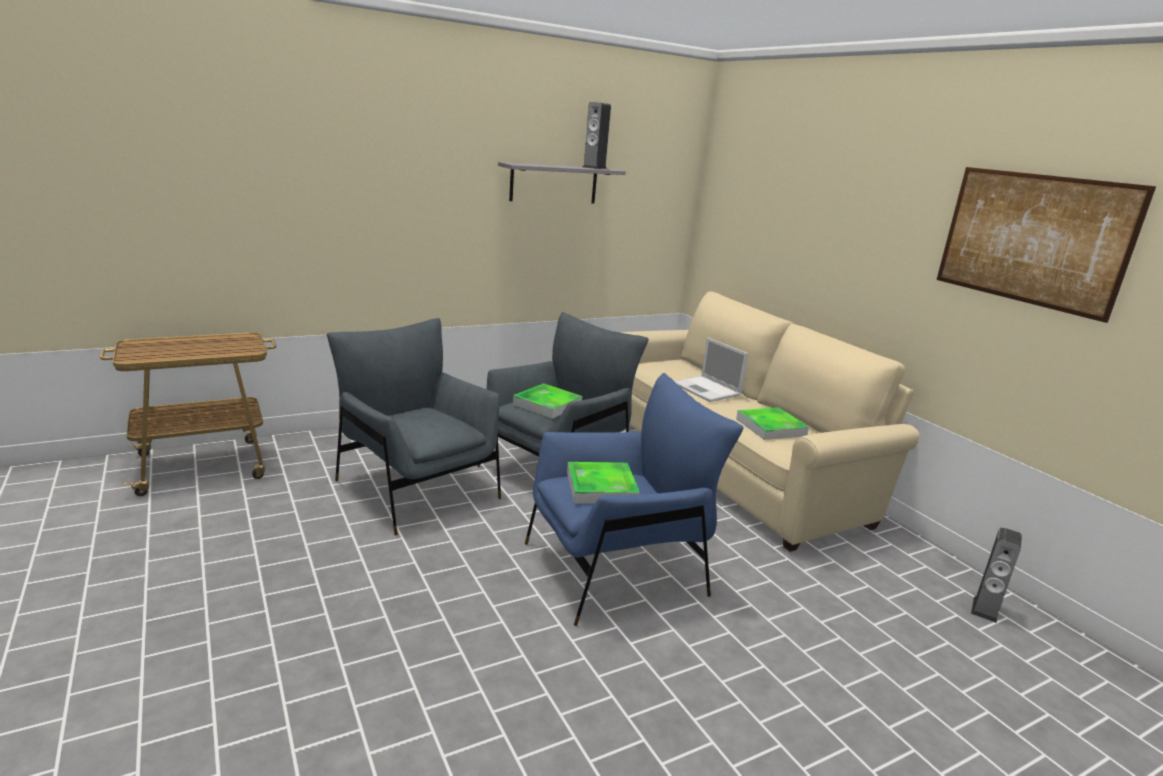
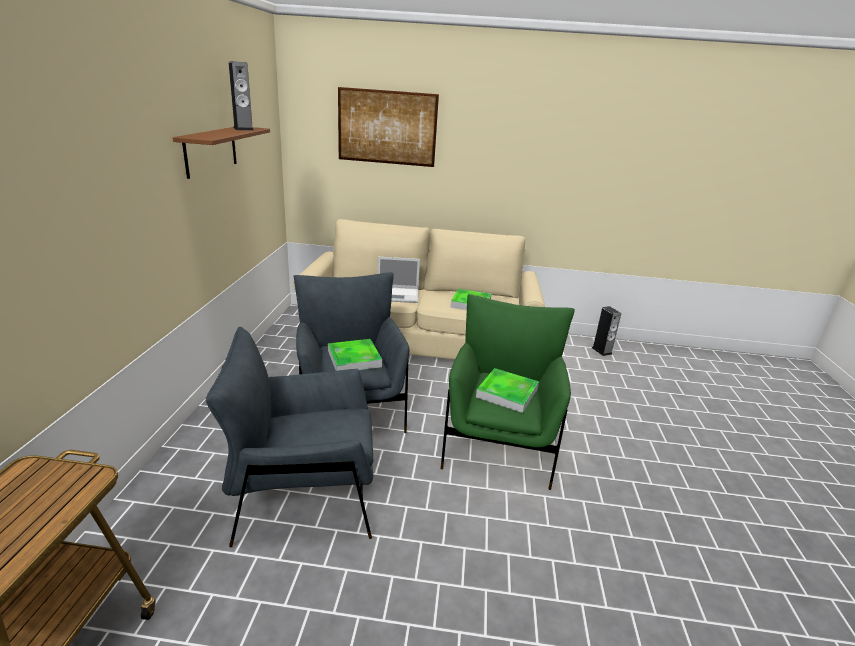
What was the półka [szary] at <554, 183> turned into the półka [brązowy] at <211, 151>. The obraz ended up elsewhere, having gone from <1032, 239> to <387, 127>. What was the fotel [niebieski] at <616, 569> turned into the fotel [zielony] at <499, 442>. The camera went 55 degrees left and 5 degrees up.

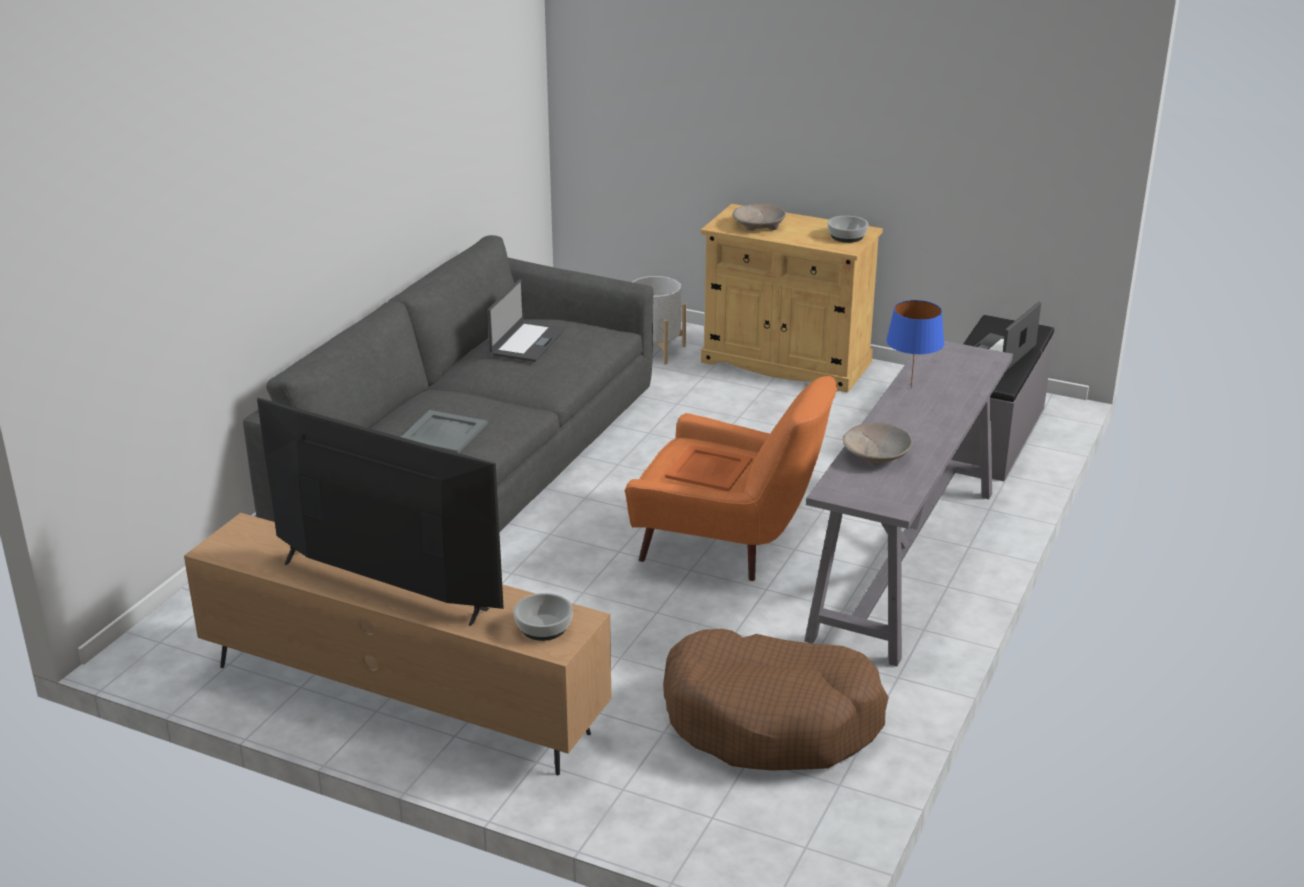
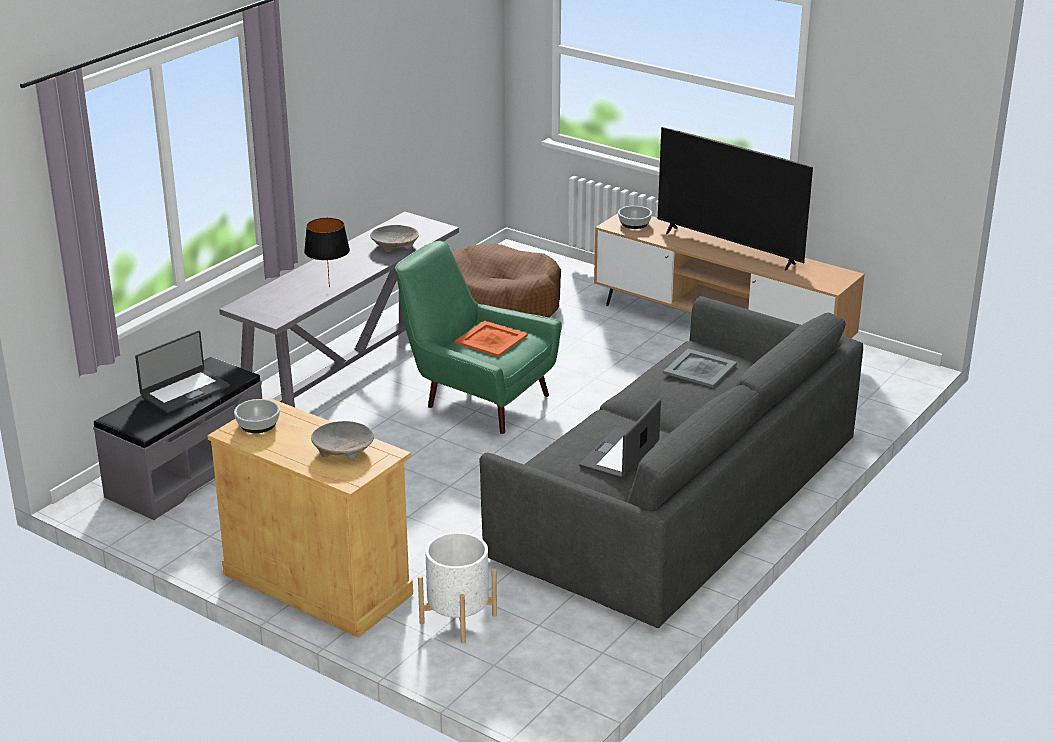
What was the lampa stołowa [niebieski] at <910, 388> turned into the lampa stołowa [czarny] at <329, 287>. What was the fotel [pomarańczowy] at <728, 547> turned into the fotel [zielony] at <476, 399>. The camera went 170 degrees left and 0 degrees up.

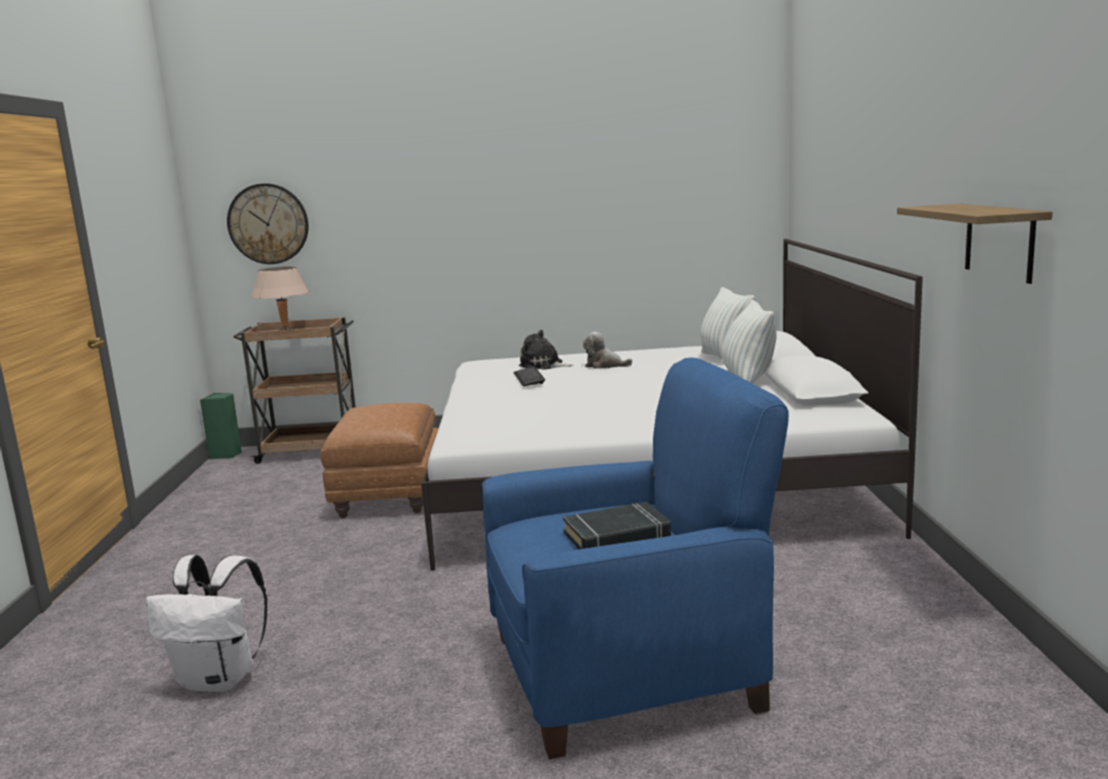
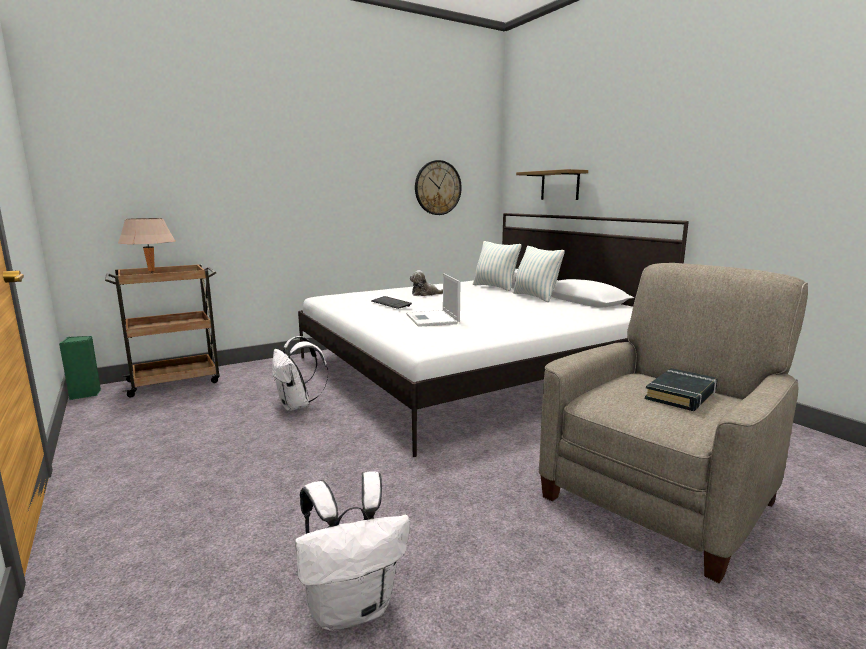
The zegar ścienny ended up elsewhere, having gone from <268, 224> to <437, 188>. The półka ended up elsewhere, having gone from <999, 241> to <560, 185>. The second view lost the pluszak at <543, 365>. What was the fotel [niebieski] at <627, 670> turned into the fotel [beżowy] at <659, 498>. Where the pufa [brązowy] stood at <389, 495>, the plecak [biały] came to stand at <297, 406>. The second view gained the laptop at <432, 319>. The camera went 30 degrees left and 0 degrees up.

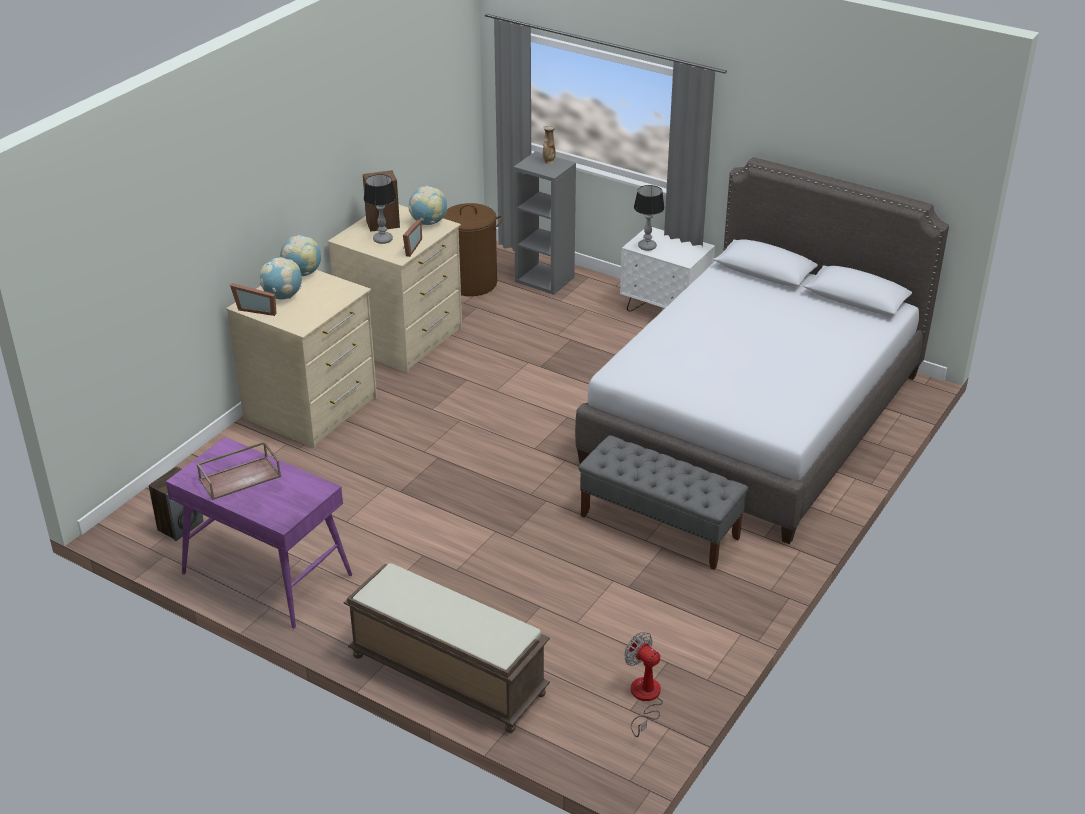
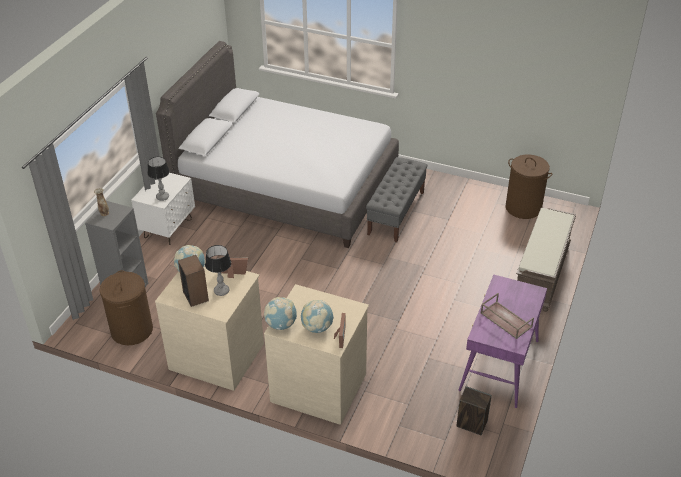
Where the wentylator stood at <644, 698>, the kosz na pranie [brązowy] came to stand at <523, 208>. The camera went 100 degrees left and 5 degrees up.

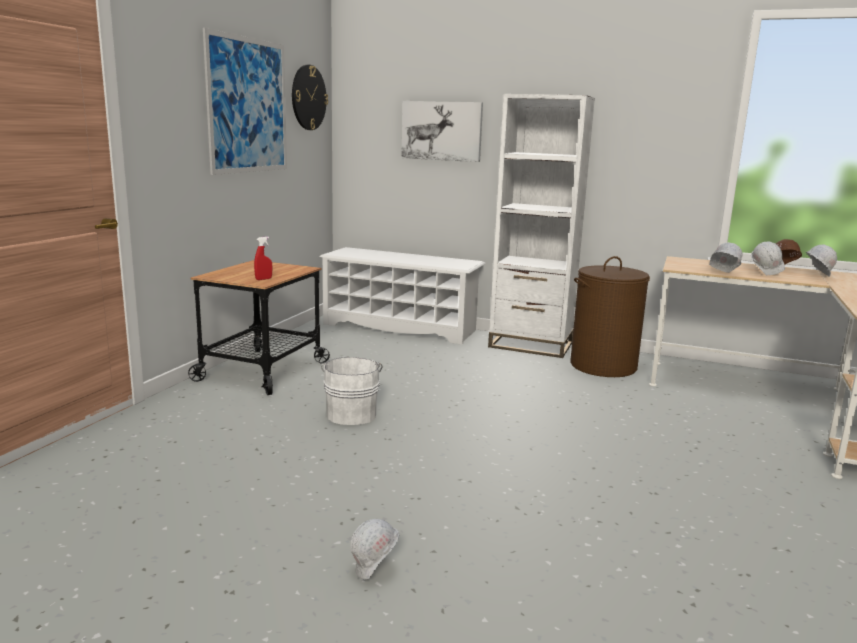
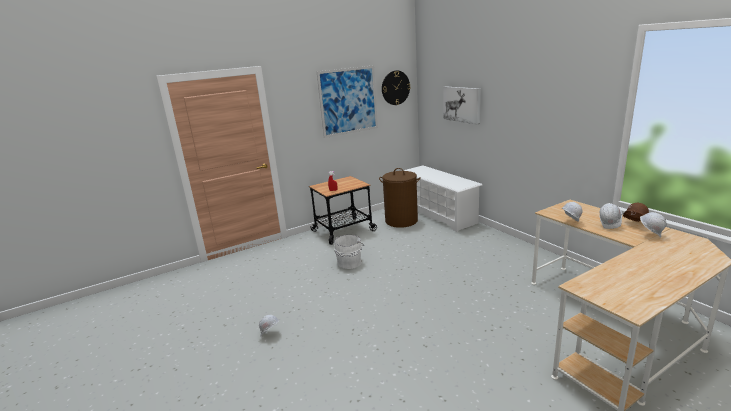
The second view lost the regał [biały] at <530, 345>. The kosz na pranie [brązowy] ended up elsewhere, having gone from <603, 366> to <401, 221>. The camera went 40 degrees right and 5 degrees up.

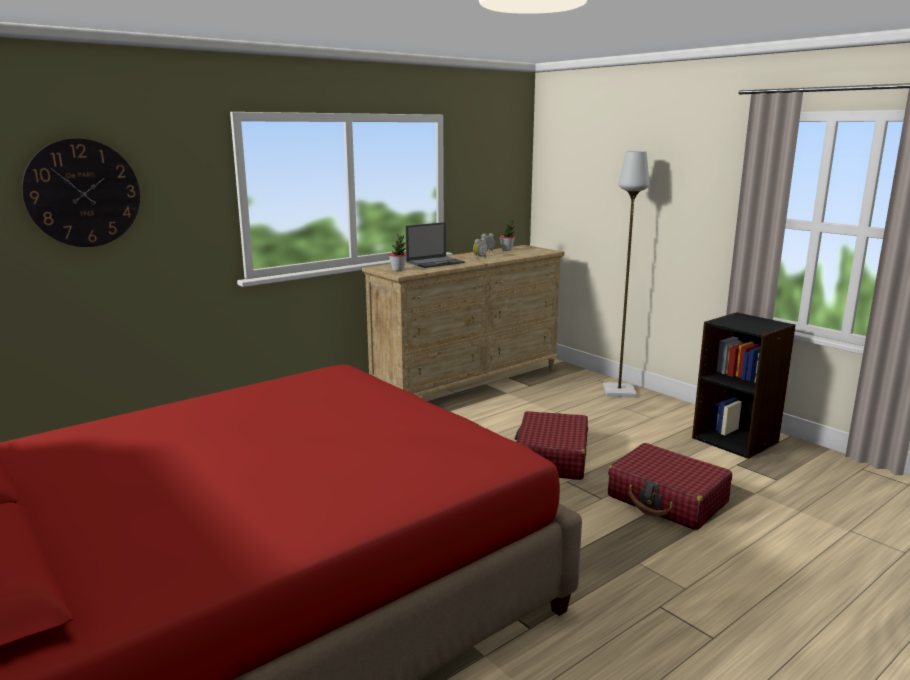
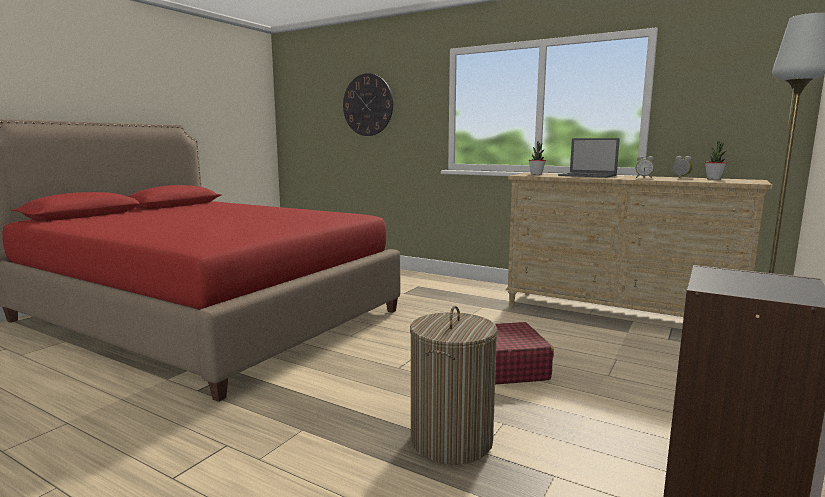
Where the walizka [czerwony] stood at <667, 500>, the kosz na pranie came to stand at <451, 440>. The camera went 70 degrees right and 5 degrees down.

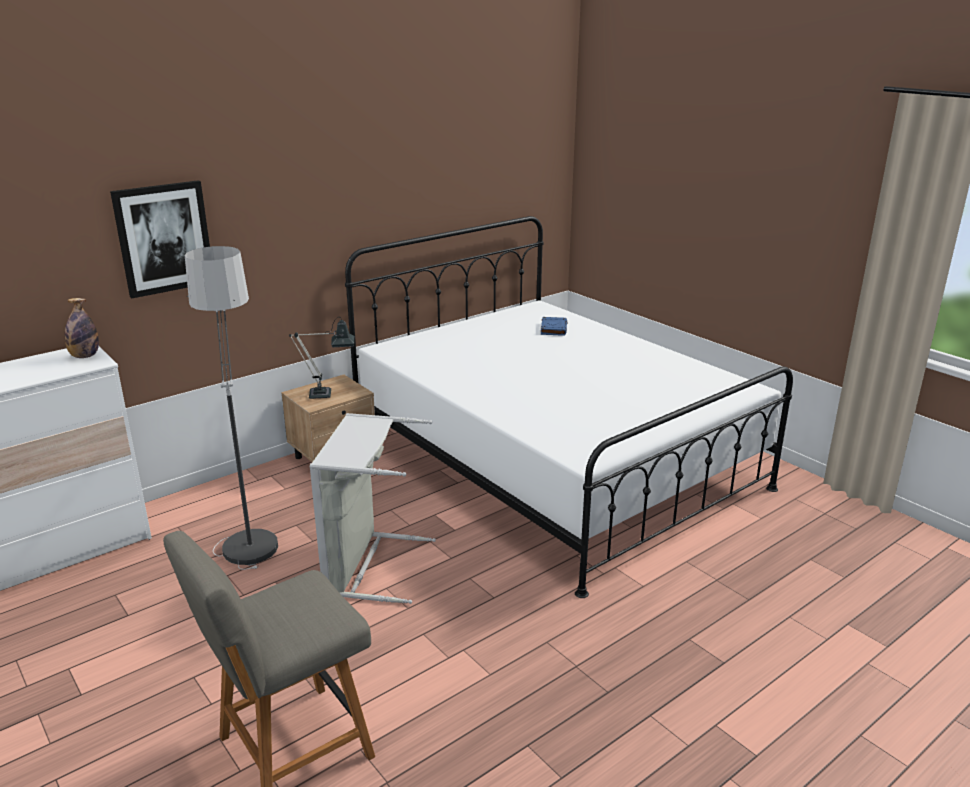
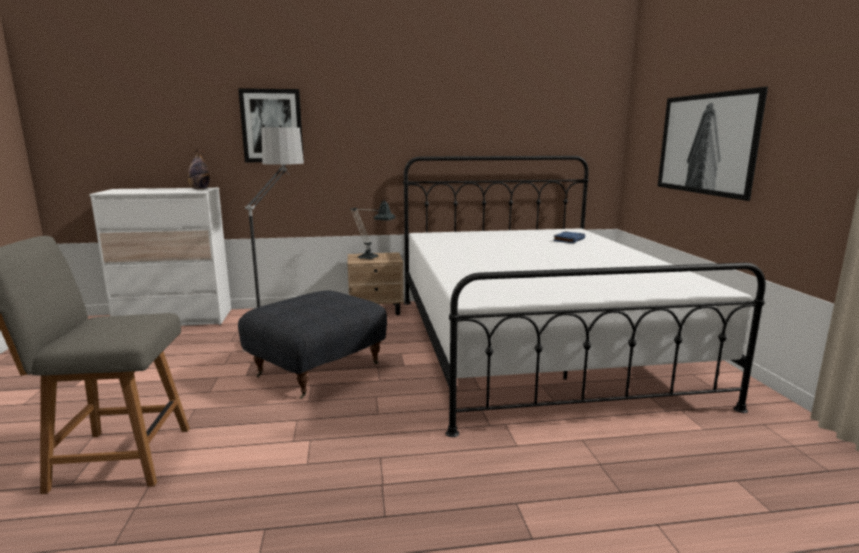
Where the kosz na pranie [szary] stood at <368, 566>, the pufa [szary] came to stand at <317, 369>. The second view gained the obraz at <706, 144>. The camera went 30 degrees right and 10 degrees down.

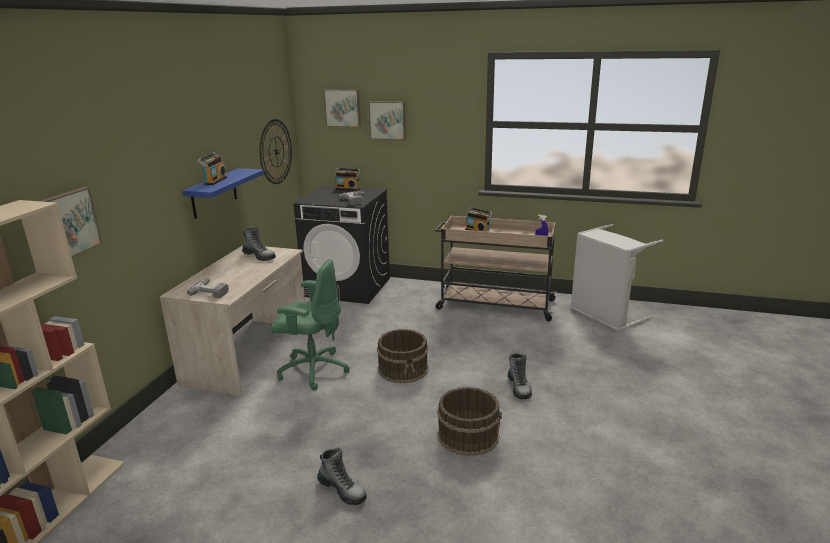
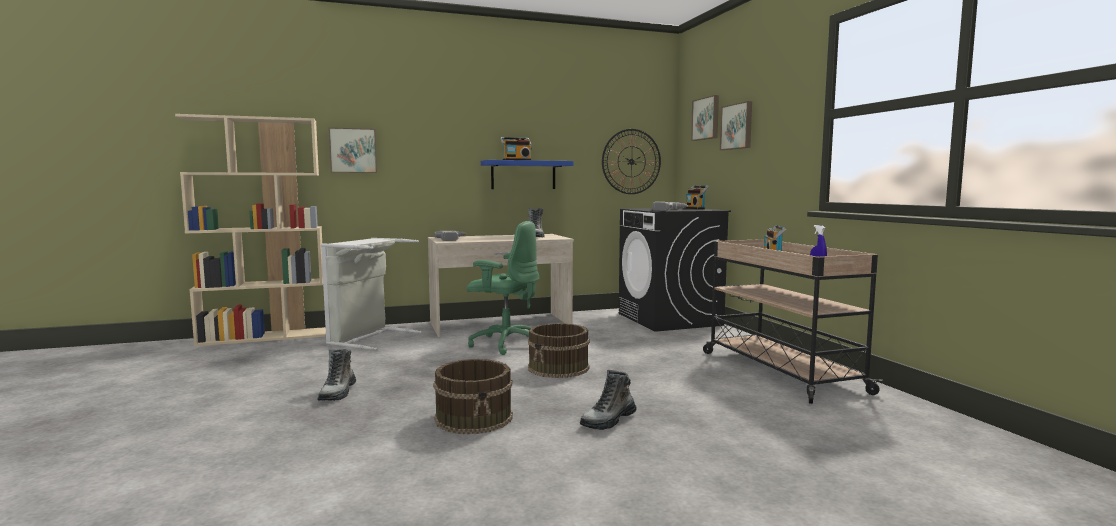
The kosz na pranie [szary] ended up elsewhere, having gone from <605, 315> to <368, 338>. The krzesło biurowe [zielony] at <313, 370> ended up facing another way, 45 degrees counterclockwise from before. The camera went 55 degrees right and 15 degrees down.

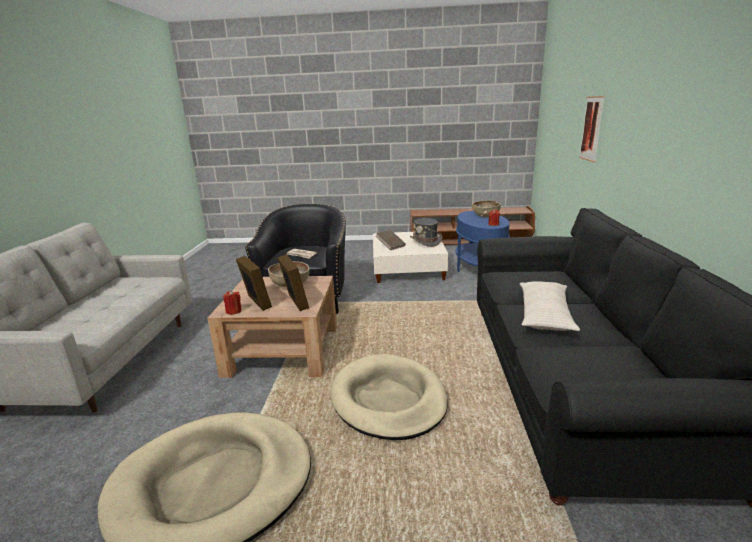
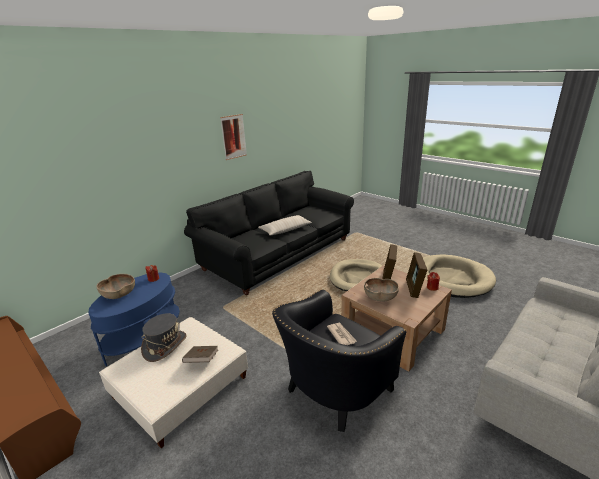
The obraz ended up elsewhere, having gone from <591, 129> to <233, 137>. The camera went 140 degrees left and 5 degrees up.

